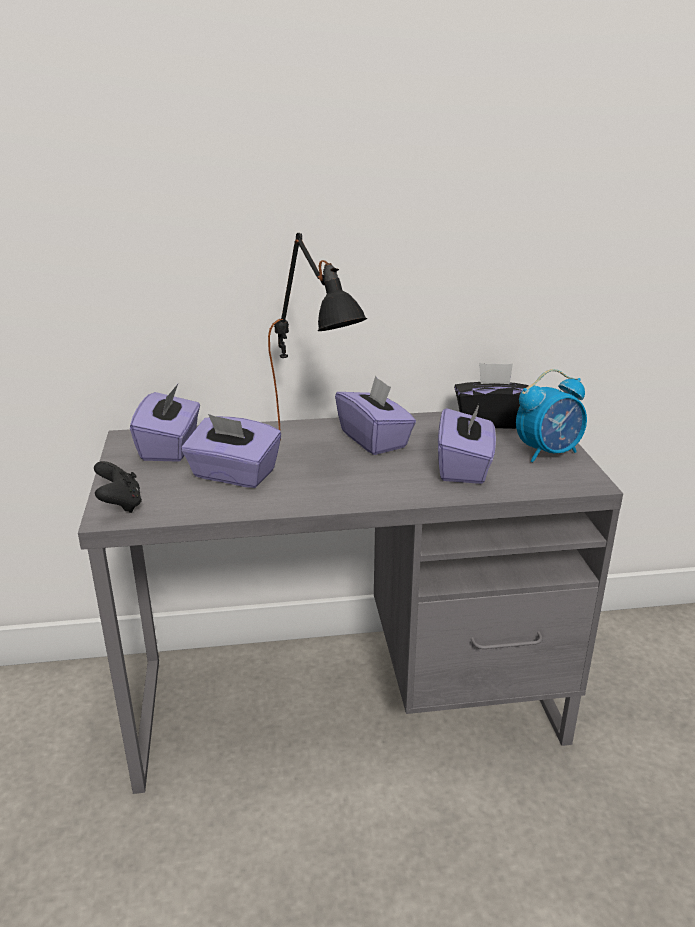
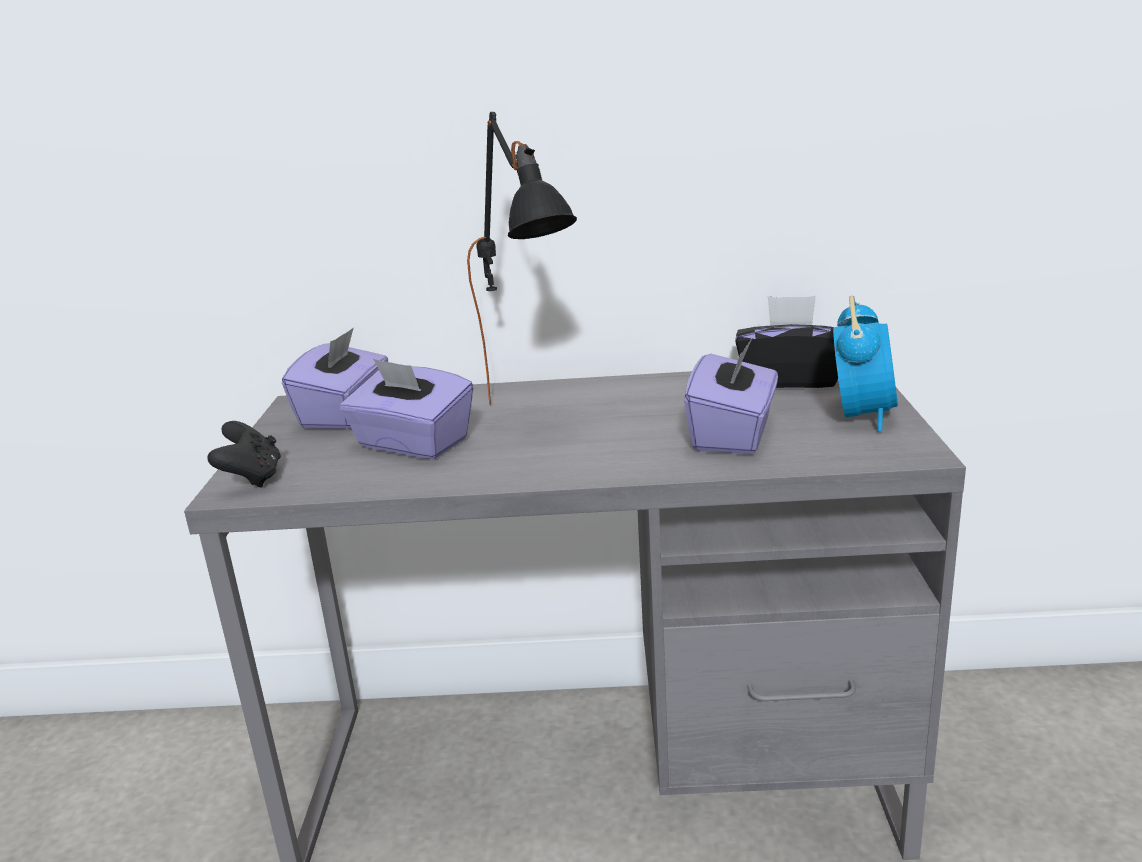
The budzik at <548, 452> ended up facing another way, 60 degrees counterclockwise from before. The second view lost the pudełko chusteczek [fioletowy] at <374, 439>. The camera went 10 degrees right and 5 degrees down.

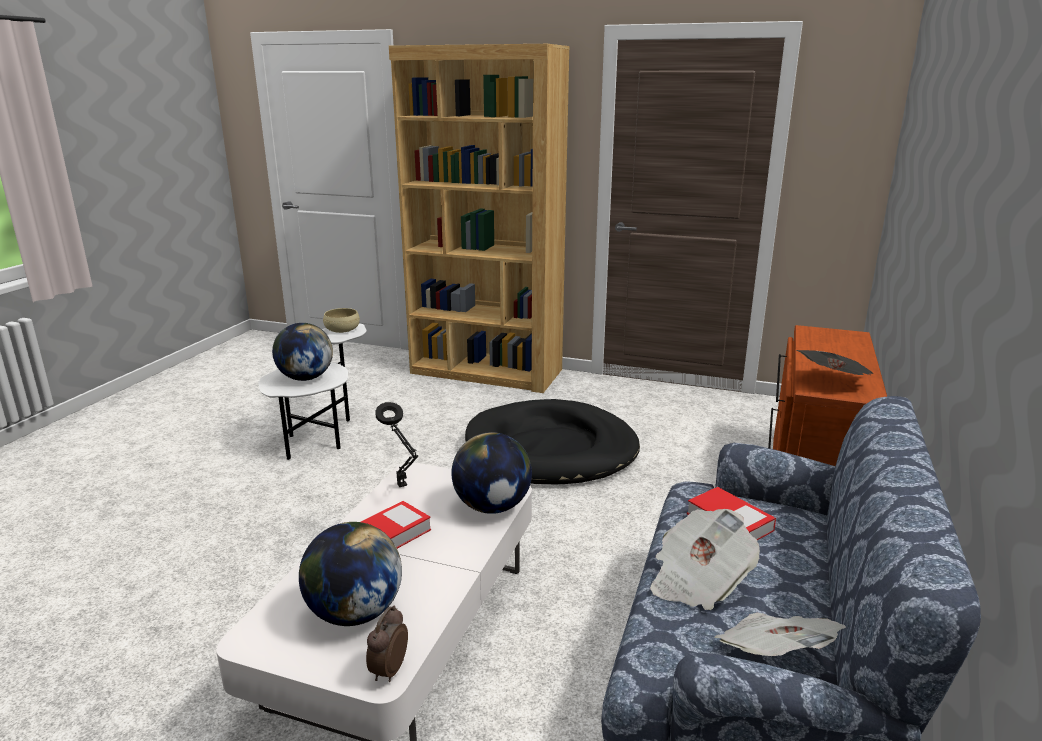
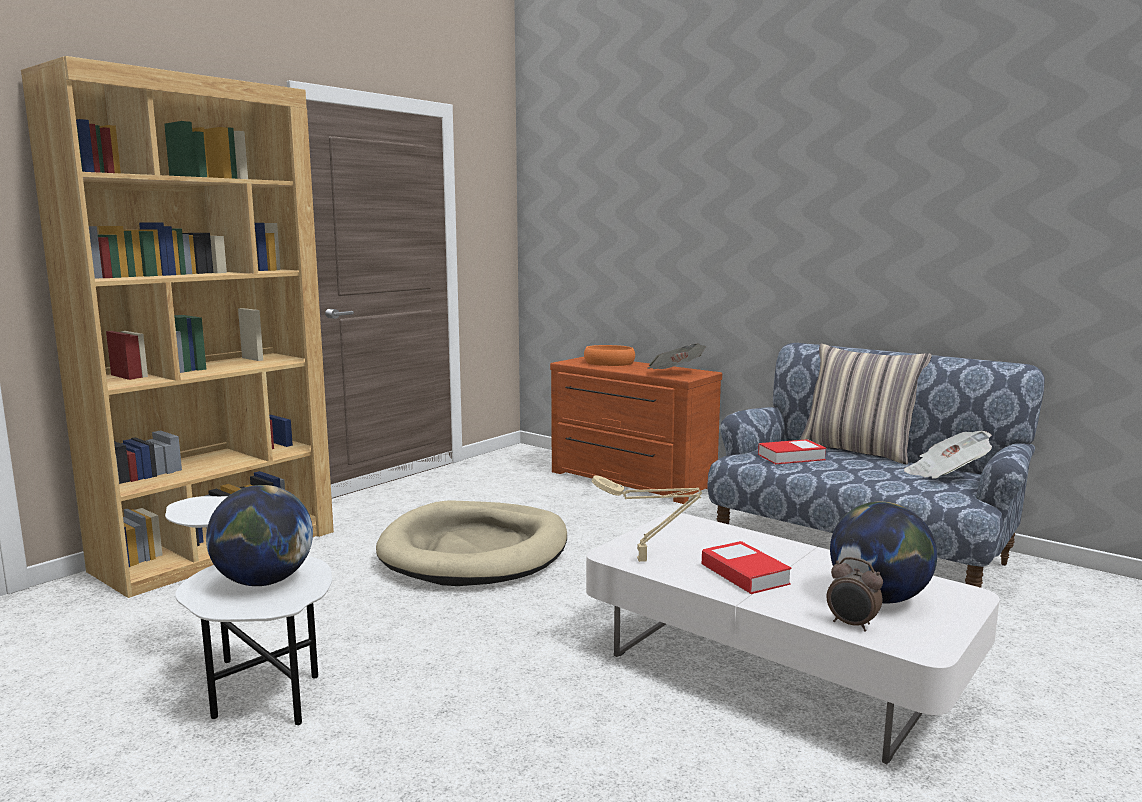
The second view lost the miska [beżowy] at <342, 329>. What was the legowisko [czarny] at <551, 449> turned into the legowisko [beżowy] at <475, 550>. What was the lampa stołowa [czarny] at <403, 487> turned into the lampa stołowa [beżowy] at <645, 560>. The second view lost the globus at <492, 507>. The second view lost the gazeta at <698, 581>. The budzik ended up elsewhere, having gone from <388, 670> to <852, 625>. The second view gained the poduszka at <858, 451>. The second view gained the miska [pomarańczowy] at <609, 363>. The camera went 70 degrees left and 10 degrees down.

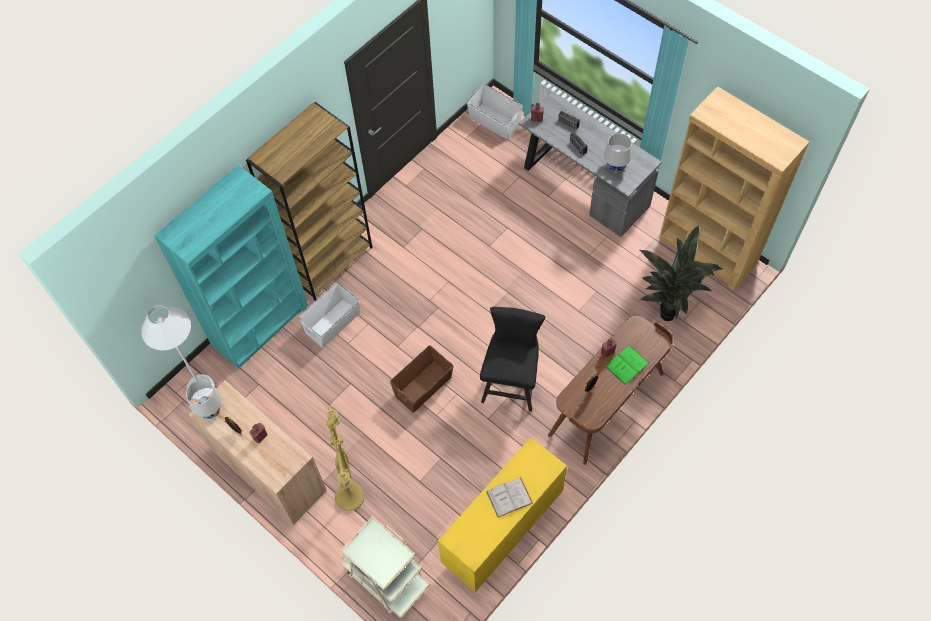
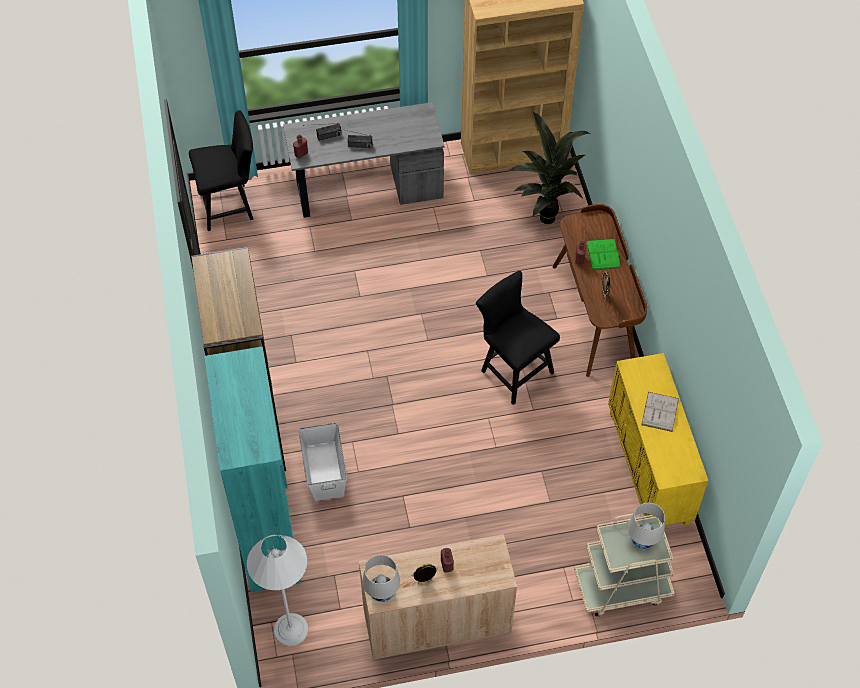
Where the pojemnik do przechowywania [biały] stood at <494, 121>, the krzesło [czarny] came to stand at <230, 205>. The lampa stołowa [biały] ended up elsewhere, having gone from <615, 167> to <642, 540>. The second view lost the pojemnik do przechowywania [brązowy] at <423, 386>. The second view lost the lampa stojąca [żółty] at <352, 497>. The camera went 55 degrees left and 5 degrees down.

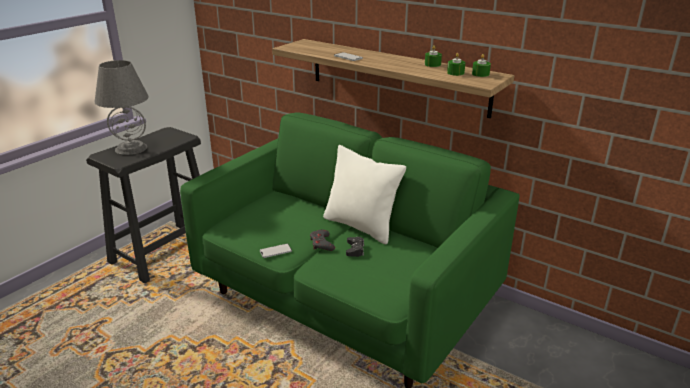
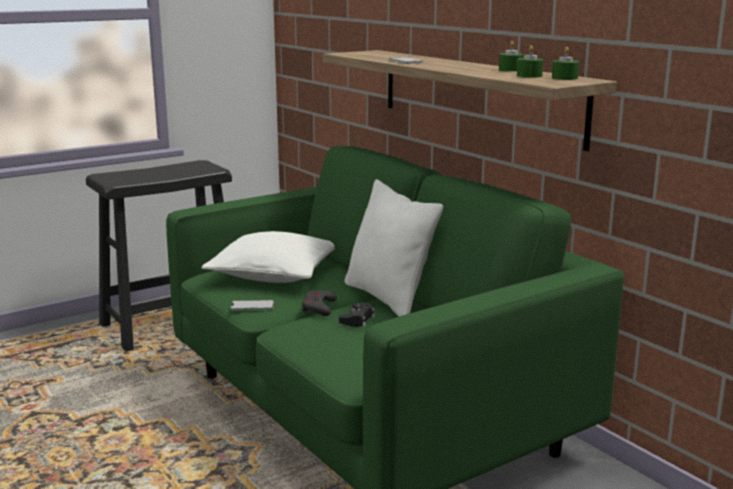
The second view lost the lampa stołowa [szary] at <131, 148>. The second view gained the poduszka [biały] at <274, 274>. The camera went 20 degrees right and 10 degrees down.

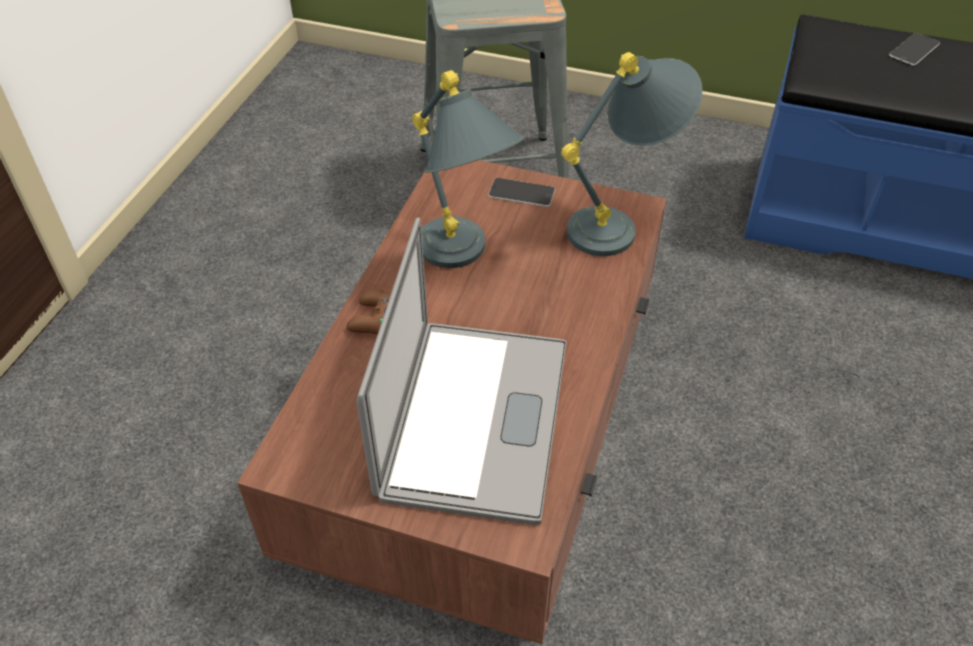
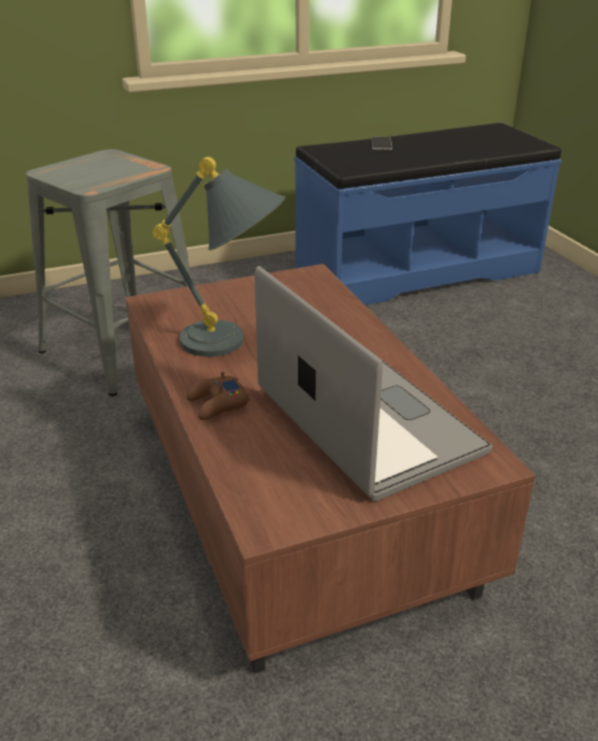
The second view lost the lampa stołowa [szary] at <621, 224>. The second view lost the telefon at <521, 193>. The camera went 40 degrees left and 15 degrees down.

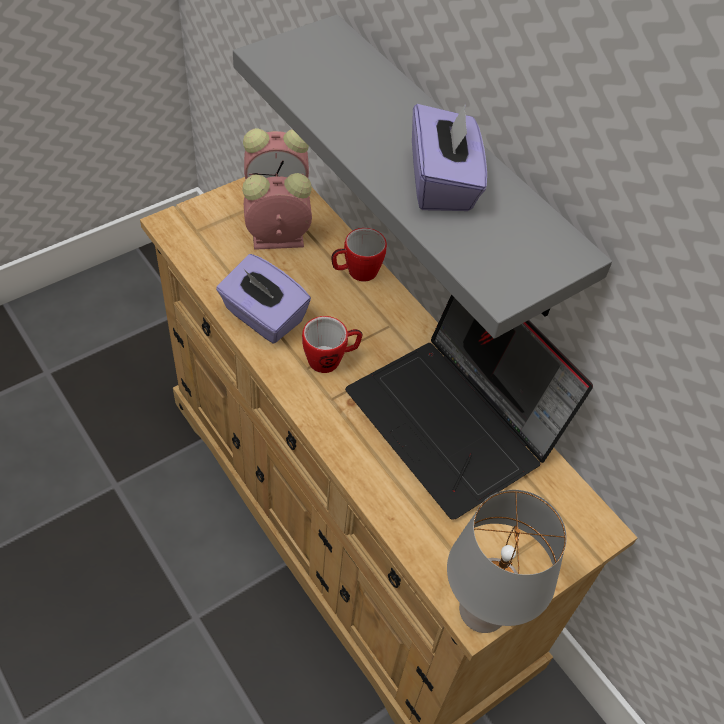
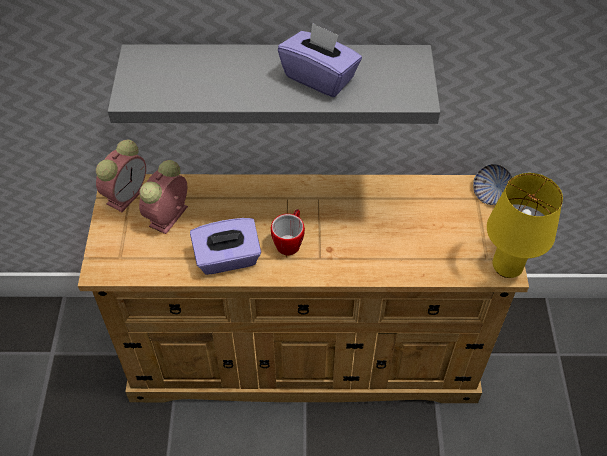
The second view lost the kubek at <356, 272>. The second view lost the laptop at <456, 423>. What was the lampa stołowa [szary] at <482, 610> turned into the lampa stołowa [żółty] at <506, 266>. The second view gained the miska at <490, 194>. The camera went 50 degrees left and 0 degrees up.

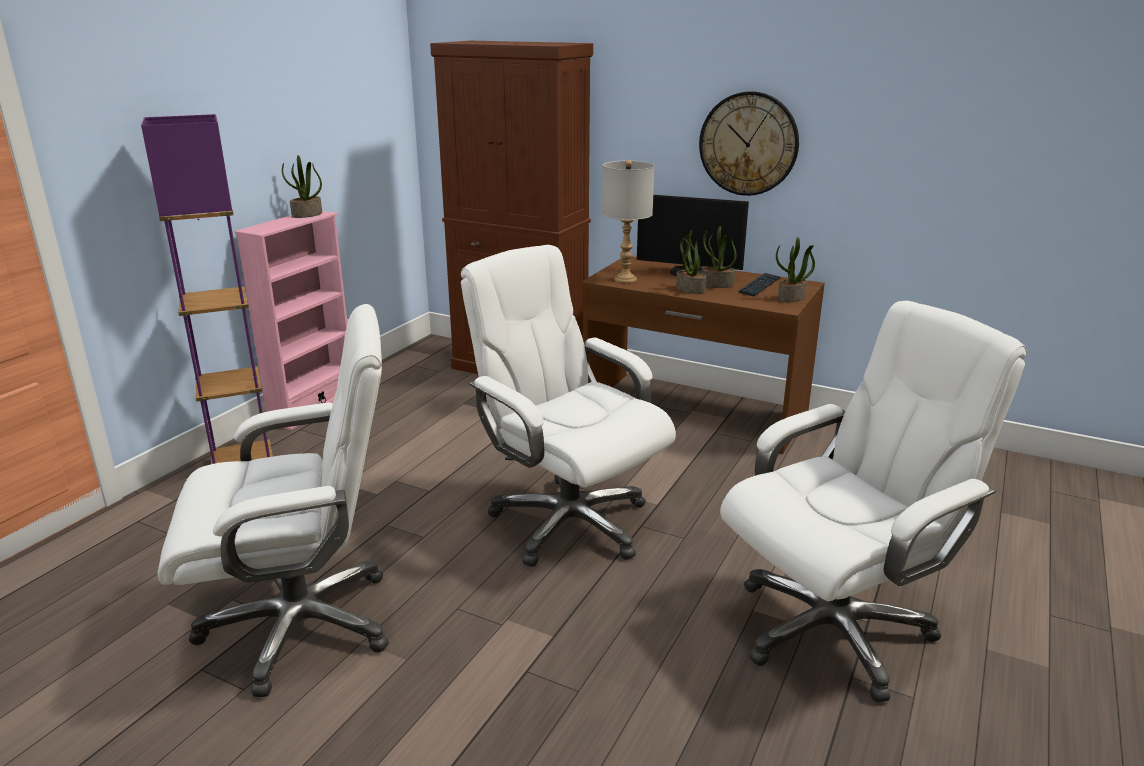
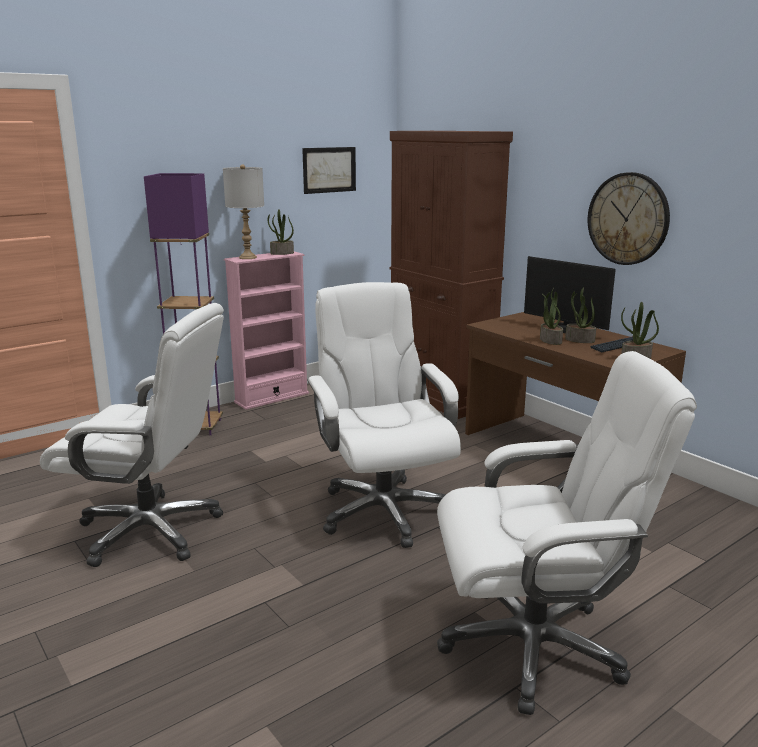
The lampa stołowa [szary] ended up elsewhere, having gone from <625, 279> to <248, 257>. The second view gained the obraz at <329, 170>. The camera went 25 degrees right and 5 degrees down.

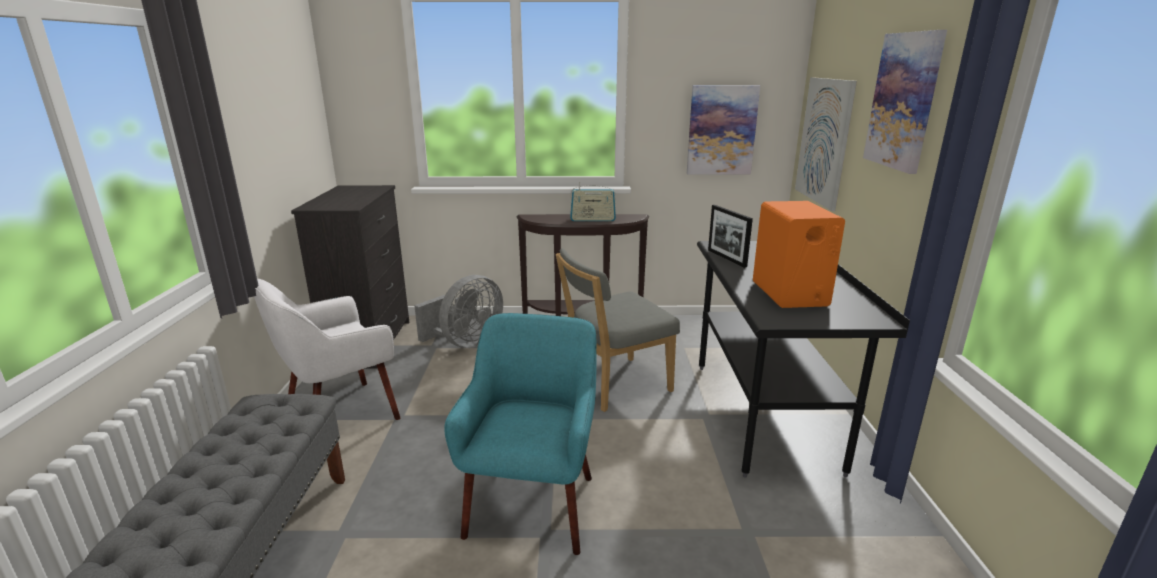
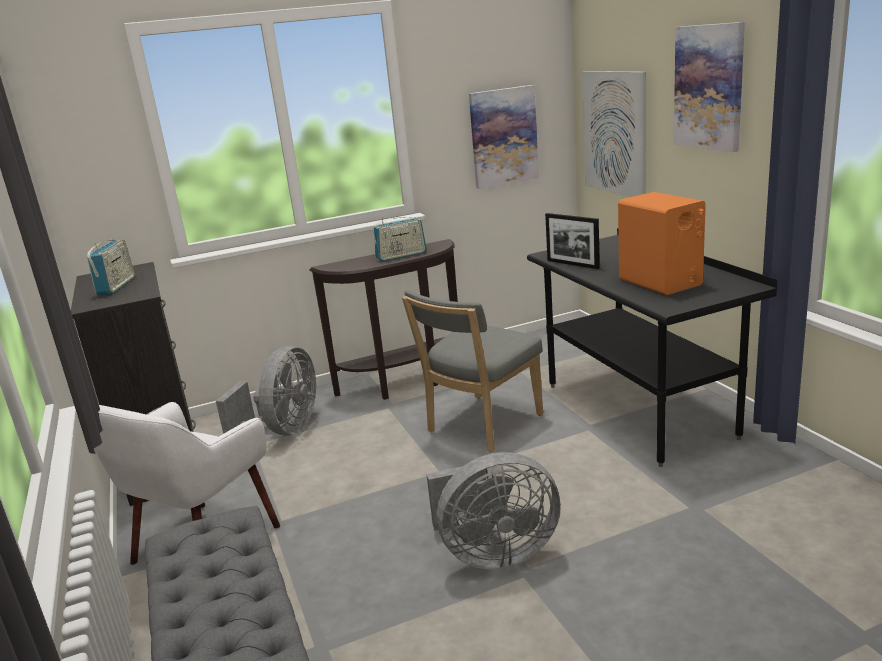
Where the fotel [turkusowy] stood at <533, 504>, the wentylator [szary] came to stand at <494, 553>. The second view gained the radio at <117, 286>. The camera went 20 degrees left and 0 degrees up.

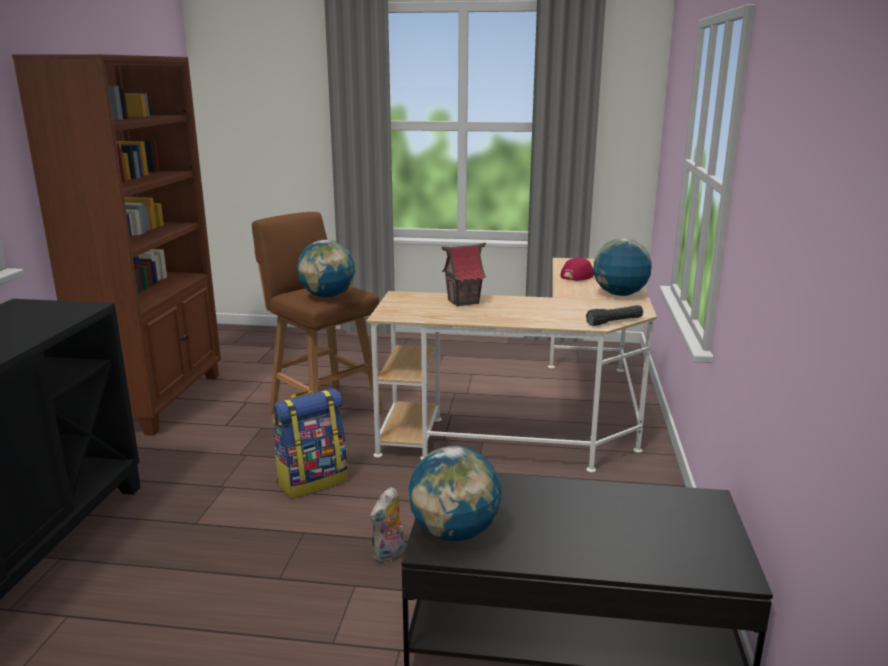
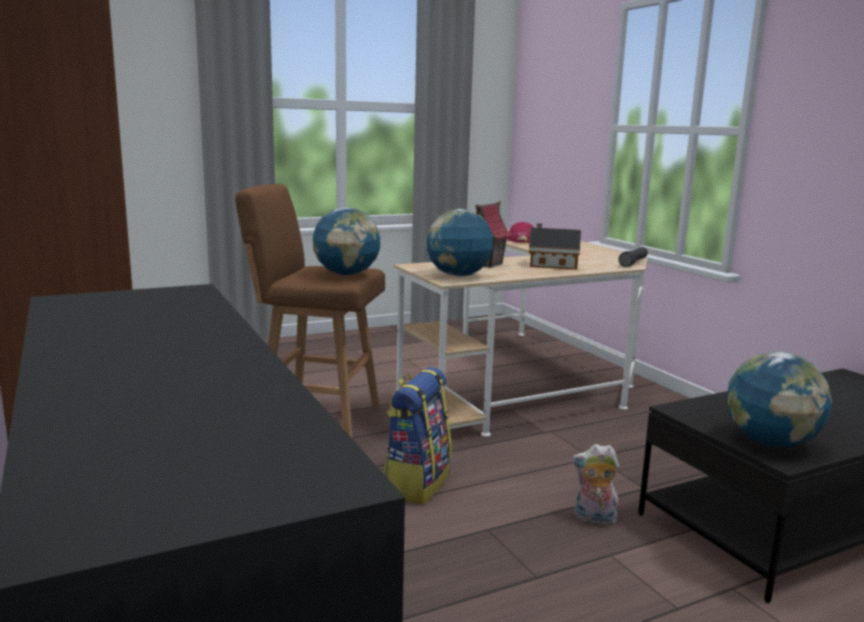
The globus ended up elsewhere, having gone from <619, 294> to <458, 275>. The pluszak at <389, 554> ended up facing another way, 105 degrees clockwise from before. The second view gained the domek at <551, 265>. The camera went 35 degrees left and 5 degrees down.

